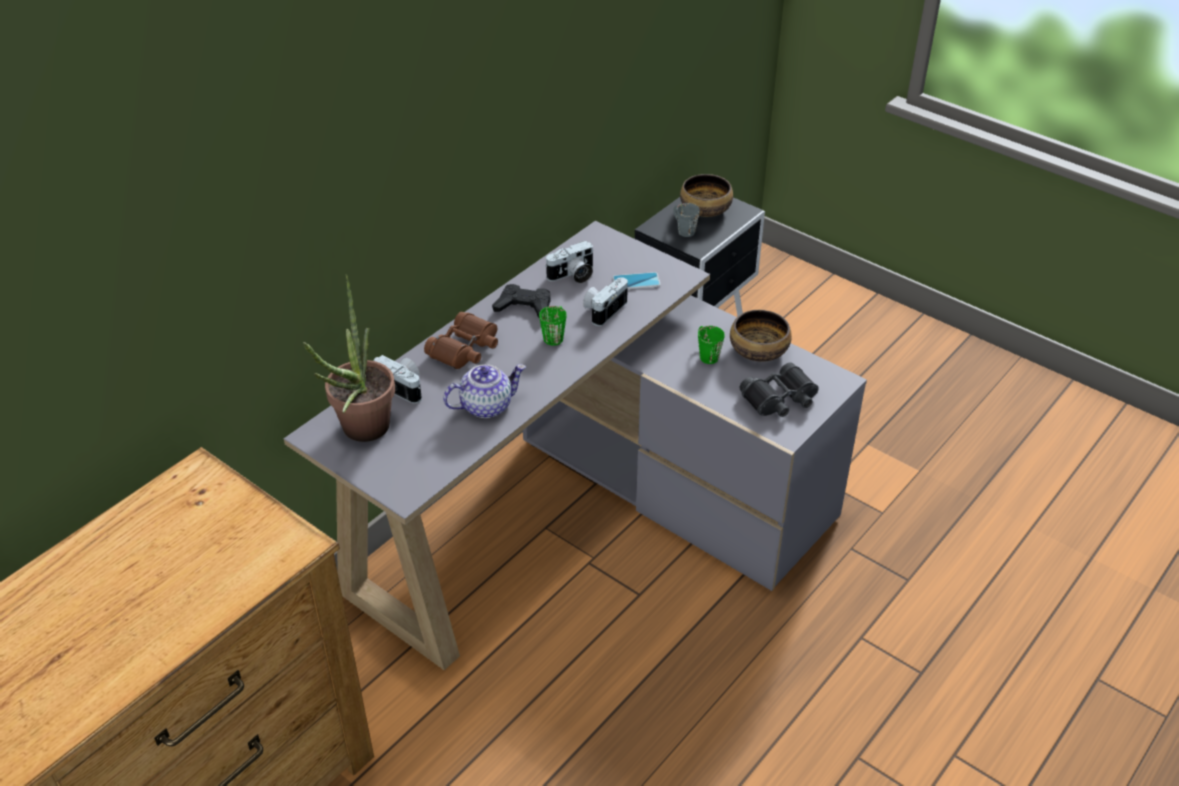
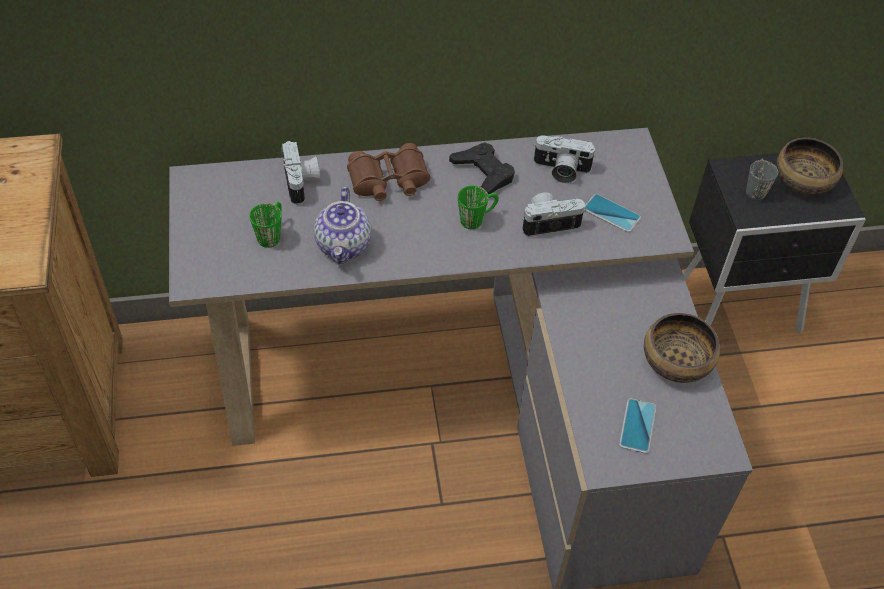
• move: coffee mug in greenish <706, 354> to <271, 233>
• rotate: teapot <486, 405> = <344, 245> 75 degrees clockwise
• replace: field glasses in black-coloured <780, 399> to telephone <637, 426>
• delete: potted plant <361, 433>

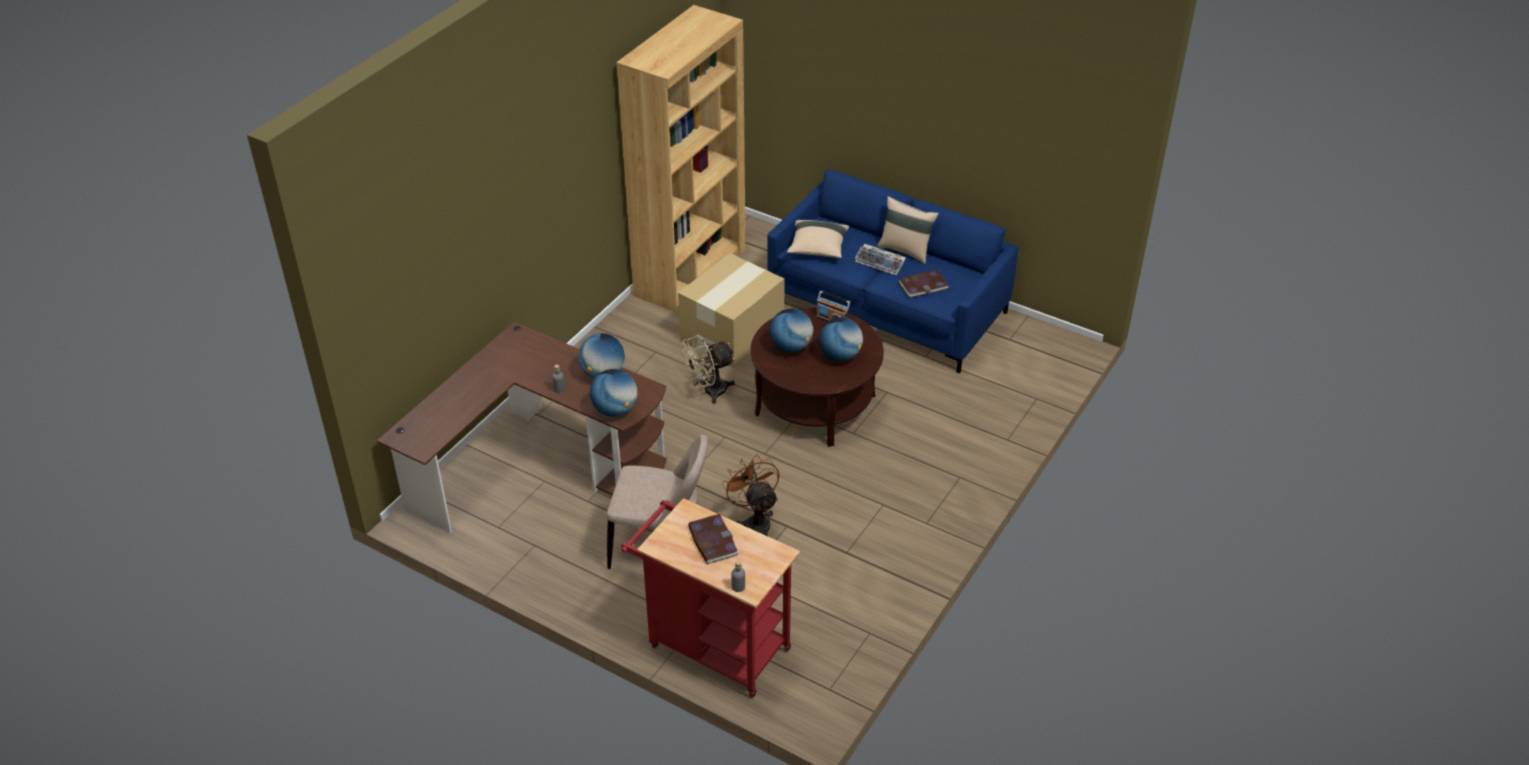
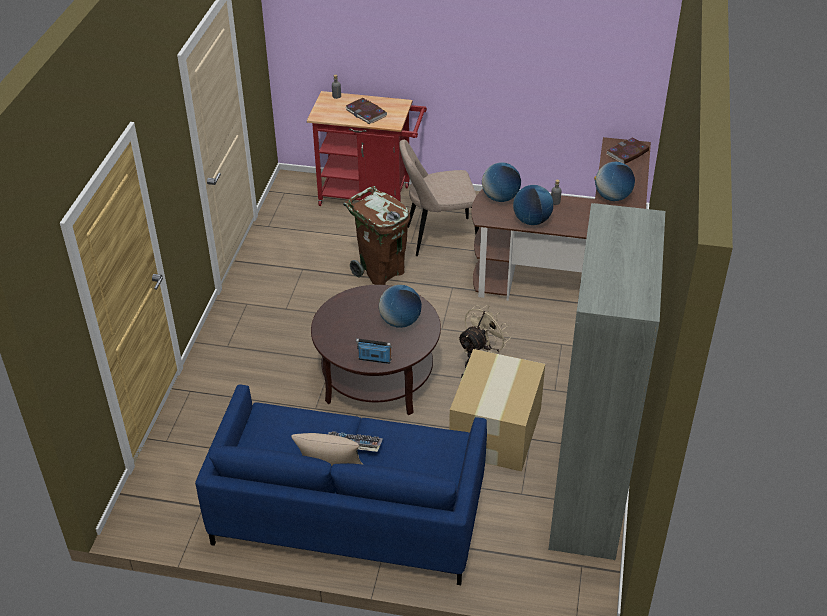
• replace: electric fan in brown <755, 521> to waste bin in brown <381, 272>
• recolor: shelving unit in brown <690, 272> to shelving unit in greyish <587, 497>
• move: desk globe <840, 356> to <612, 197>
• move: volume <923, 285> to <627, 153>
• delete: throw pillow in beige-coloured <817, 248>

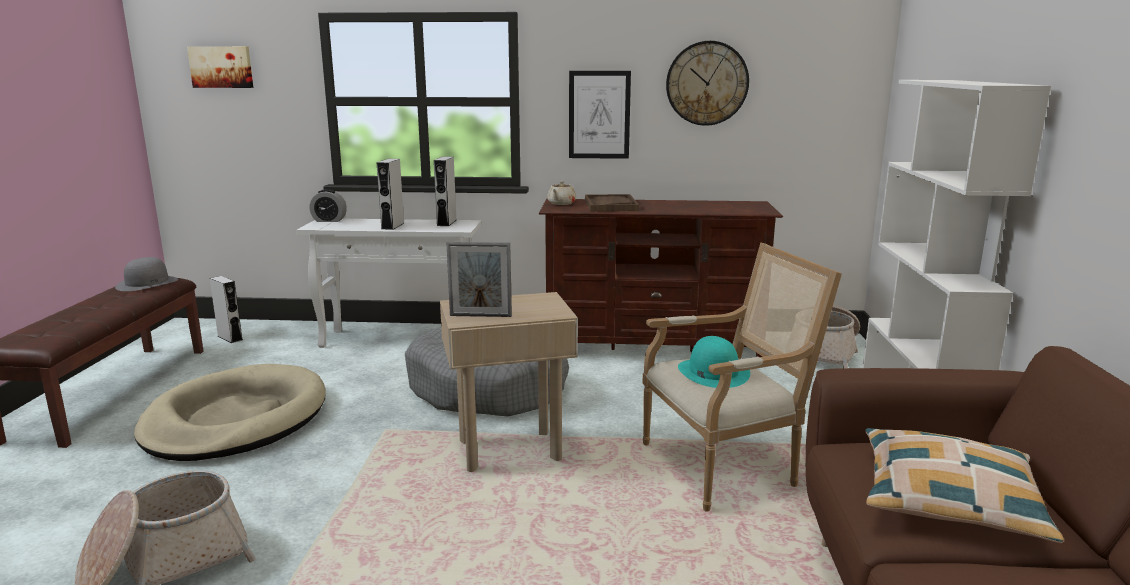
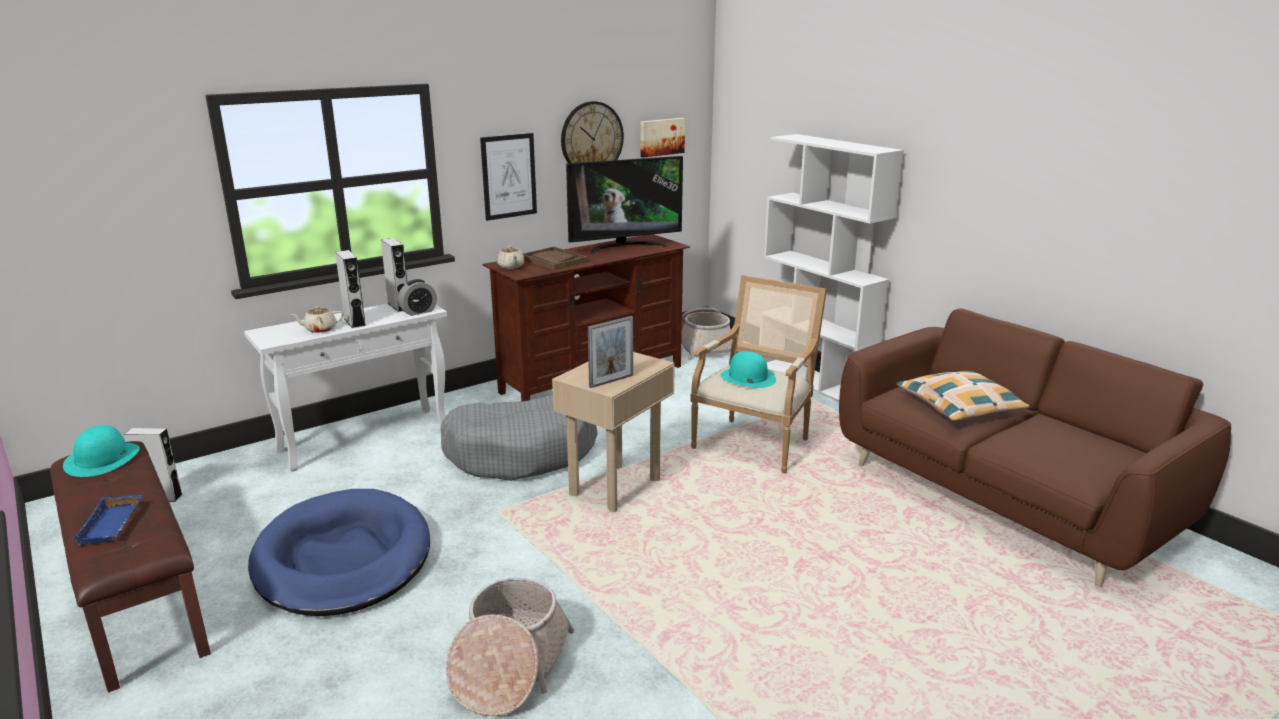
• recolor: wearable hat in greyish <147, 283> to wearable hat in turquoise <102, 459>
• insert: tray in bluish <113, 525>
• recolor: pet bed in beige-coloured <236, 419> to pet bed in bluish <343, 558>
• insert: teapot in beige-coloured <320, 329>
• move: table clock <329, 220> to <418, 312>
• insert: TV <624, 247>
• move: wall picture <221, 67> to <661, 137>

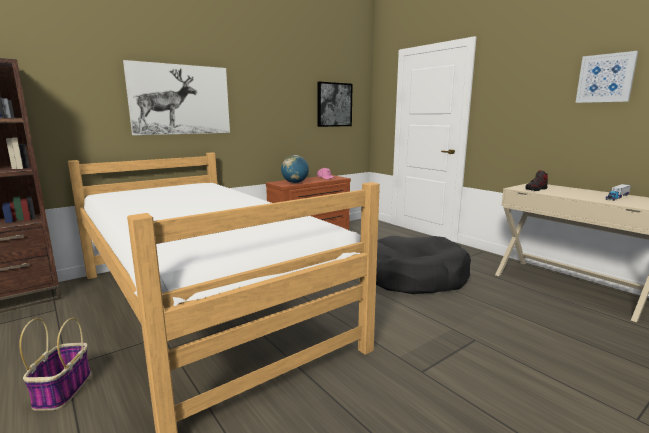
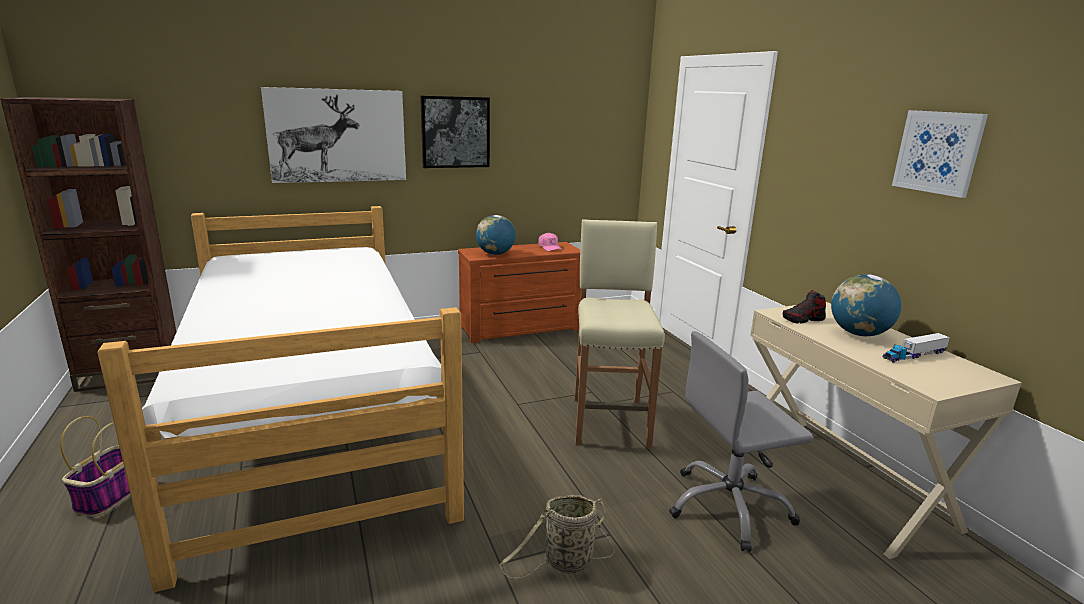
• move: wall picture <334, 104> to <455, 132>
• insert: storage basket <565, 563>
• replace: pet bed in black-coloured <414, 277> to stool seat in beige-coloured <610, 420>
• insert: office chair in greyish <729, 507>
• insert: desk globe <859, 334>

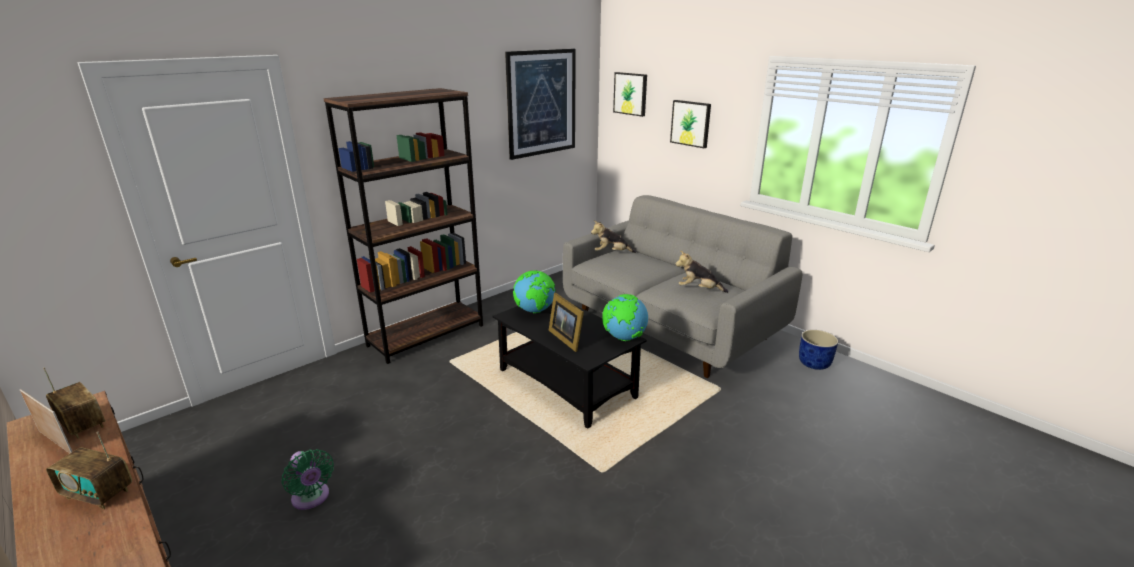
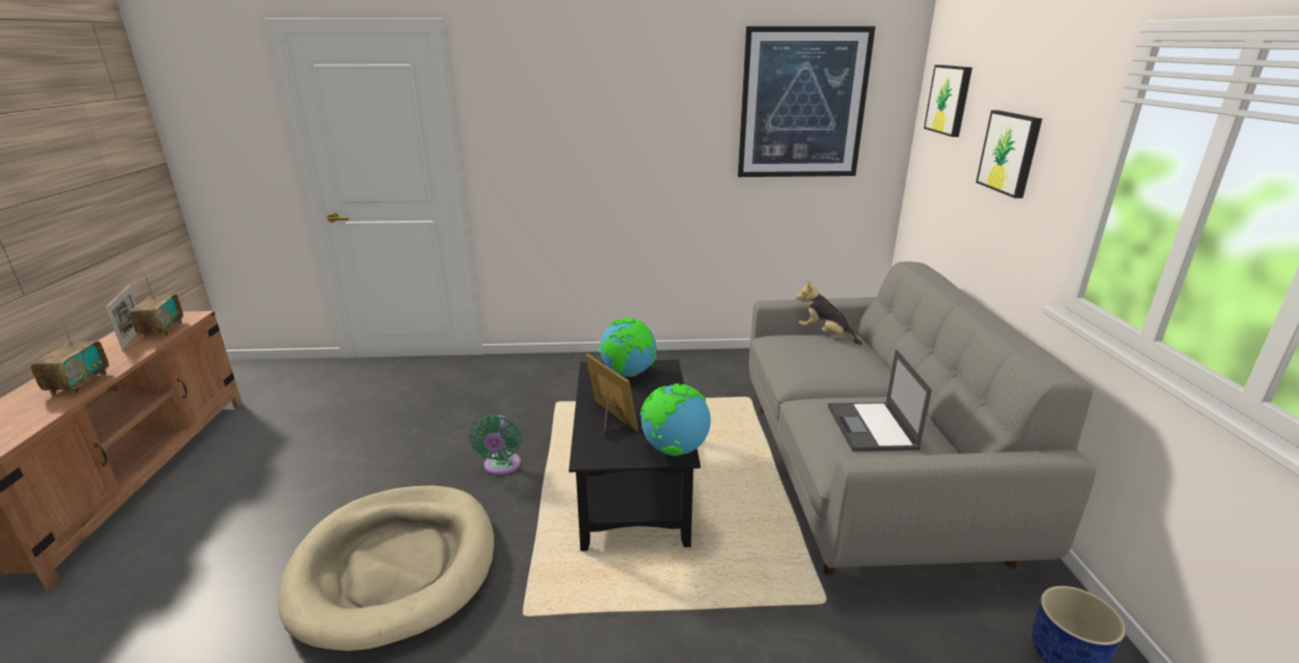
• rotate: radio receiver <99, 494> = <79, 384> 150 degrees counterclockwise
• insert: pet bed in beige-coloured <395, 567>
• move: electric fan in greenish <311, 498> to <501, 467>
• rotate: photo frame <566, 338> = <610, 419> 135 degrees clockwise
• replace: plush toy <698, 289> to laptop <872, 428>
• delete: shelving unit in brown <426, 335>

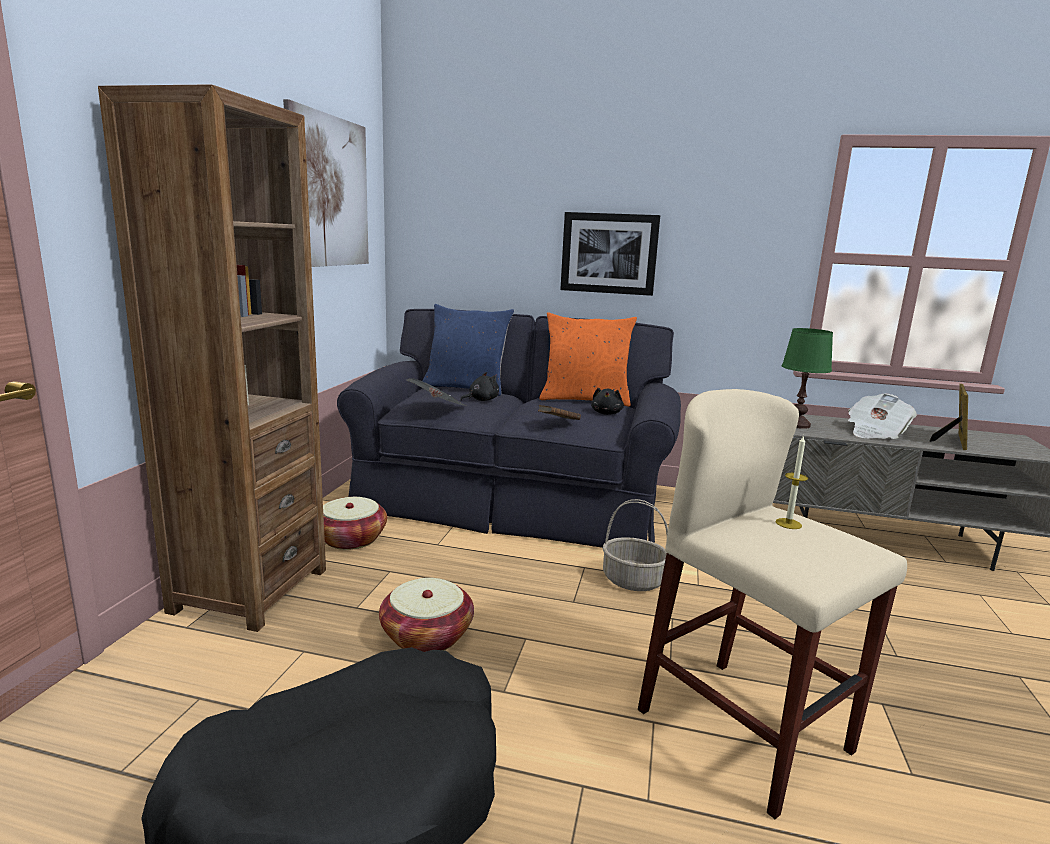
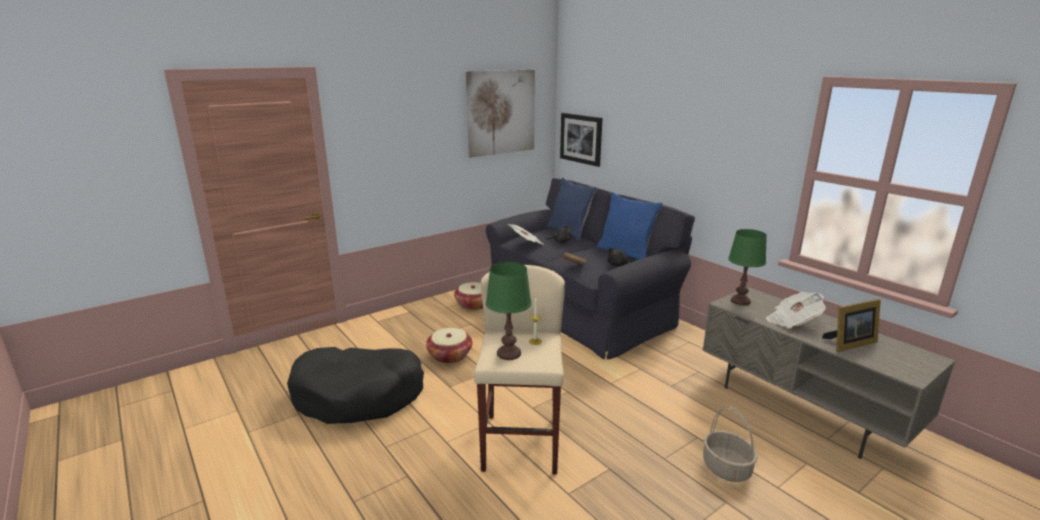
• insert: lamp for a table in greenish <509, 353>
• move: wall picture <609, 253> to <581, 138>
• recolor: throw pillow in orangey <585, 400> to throw pillow in bluish <626, 253>
• move: storage basket <634, 580> to <727, 468>
• delete: shelving unit in brown <250, 590>

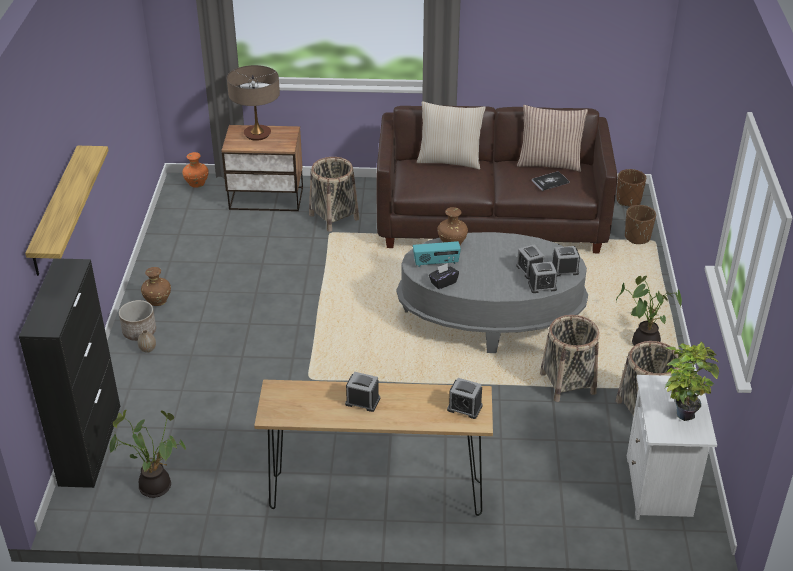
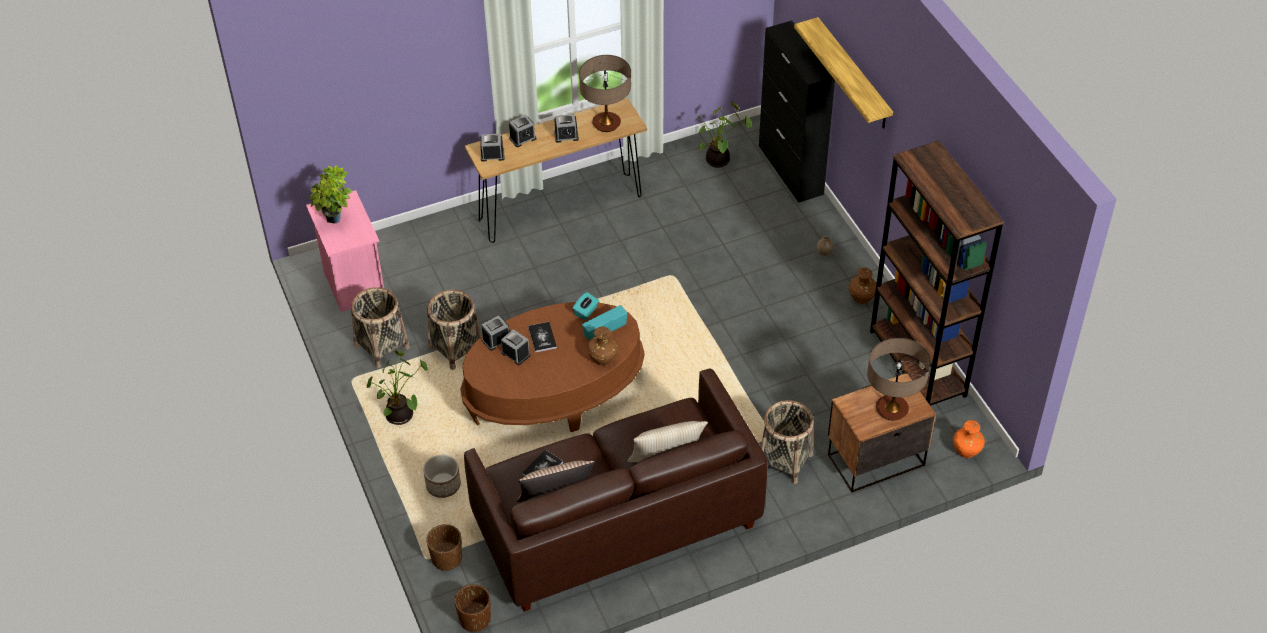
• recolor: night table in whitish <660, 488> to night table in pinkish <353, 285>
• move: plant pot <139, 332> to <443, 485>
• recolor: low table in greyish <490, 318> to low table in brown <554, 392>
• move: table clock <564, 270> to <522, 138>
• insert: volume <542, 337>
• recolor: tissue box in black-coloured <443, 283> to tissue box in turquoise <586, 311>
• insert: lamp for a table <606, 124>
• insert: shelving unit in brown <917, 363>

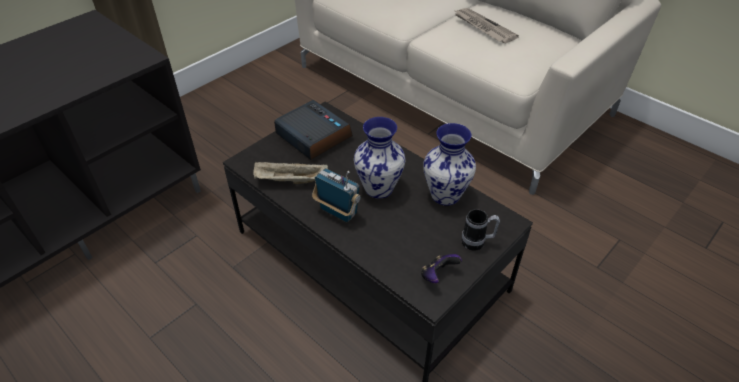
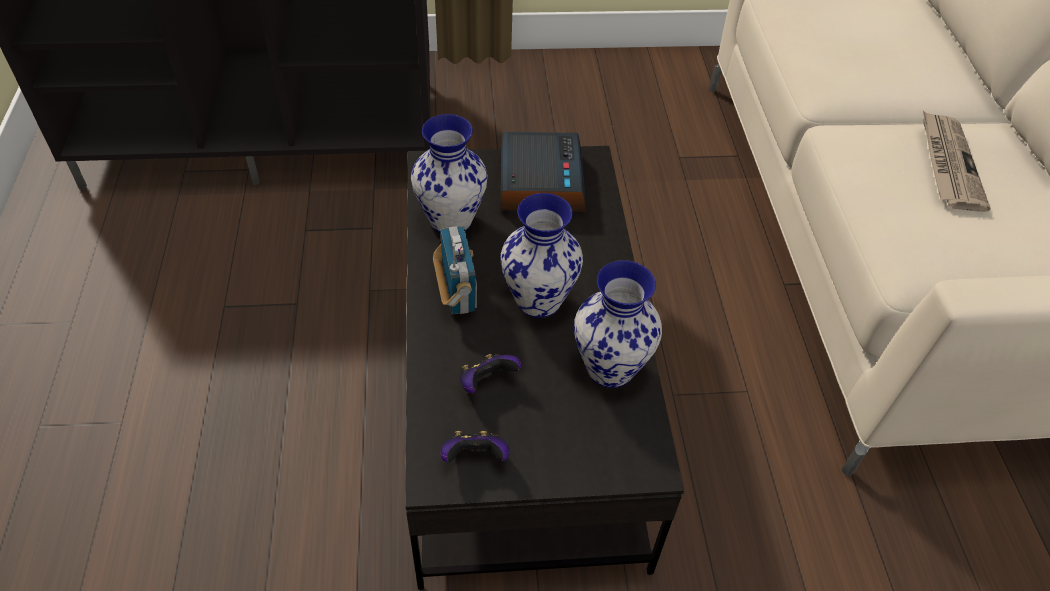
• replace: tray in beige-coloured <290, 181> to flower vase <450, 221>
• insert: joypad <486, 383>
• delete: coffee mug <477, 242>

